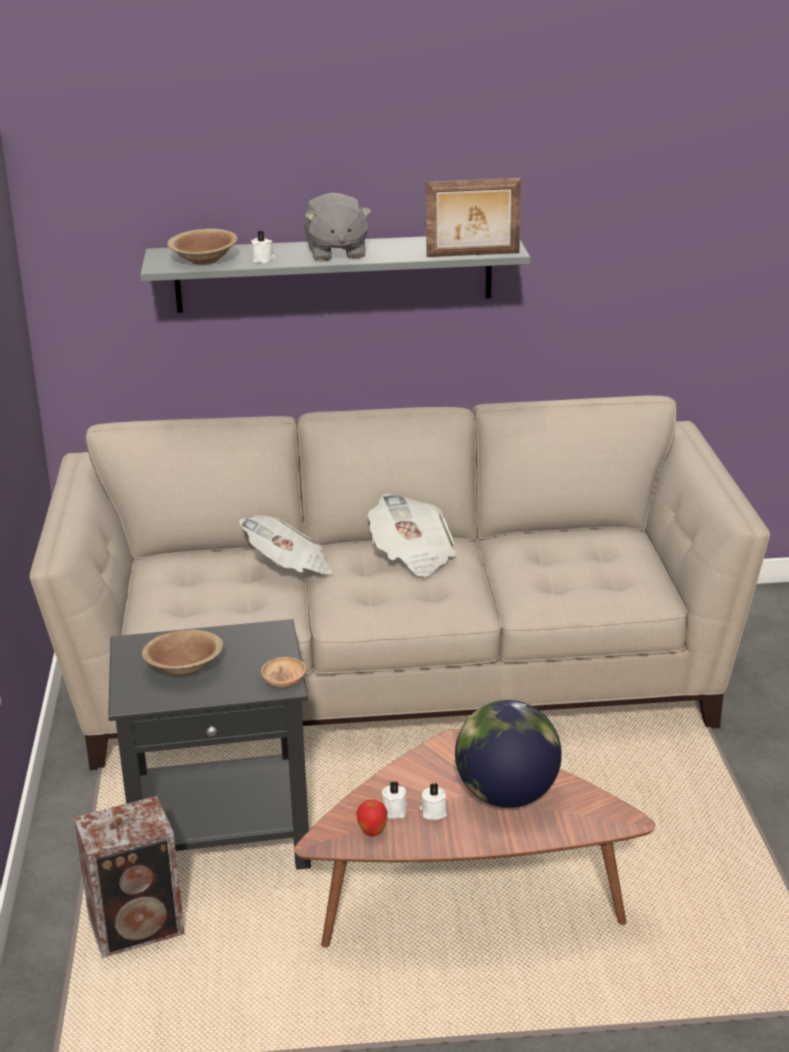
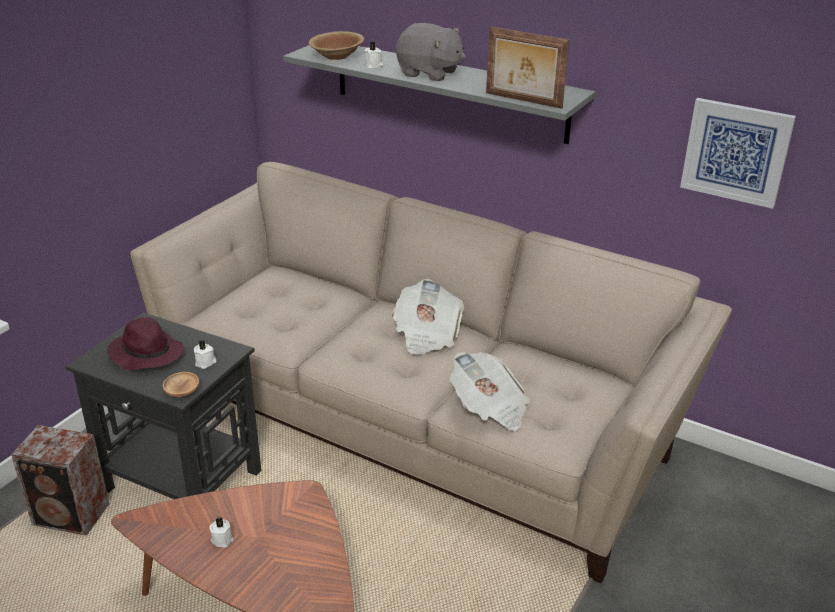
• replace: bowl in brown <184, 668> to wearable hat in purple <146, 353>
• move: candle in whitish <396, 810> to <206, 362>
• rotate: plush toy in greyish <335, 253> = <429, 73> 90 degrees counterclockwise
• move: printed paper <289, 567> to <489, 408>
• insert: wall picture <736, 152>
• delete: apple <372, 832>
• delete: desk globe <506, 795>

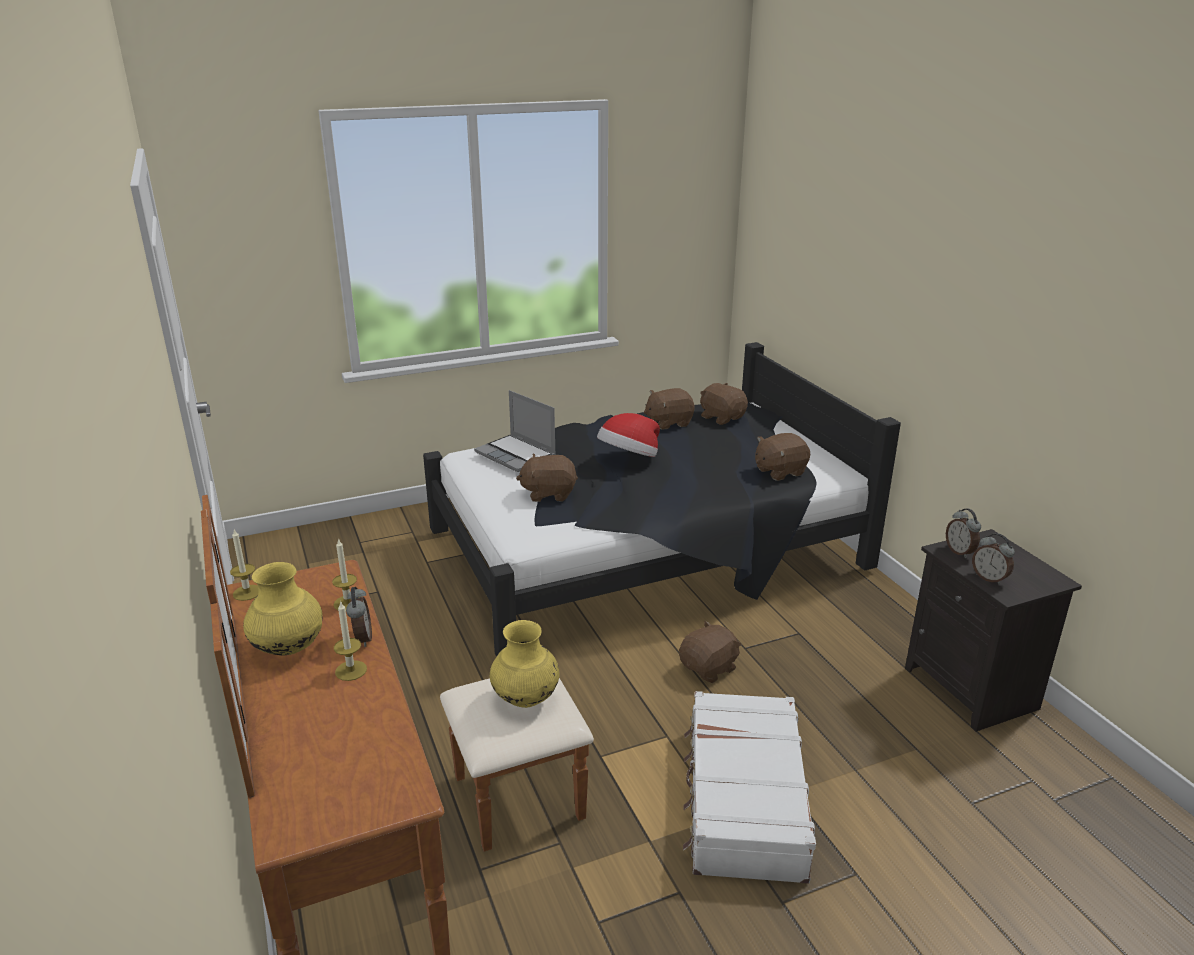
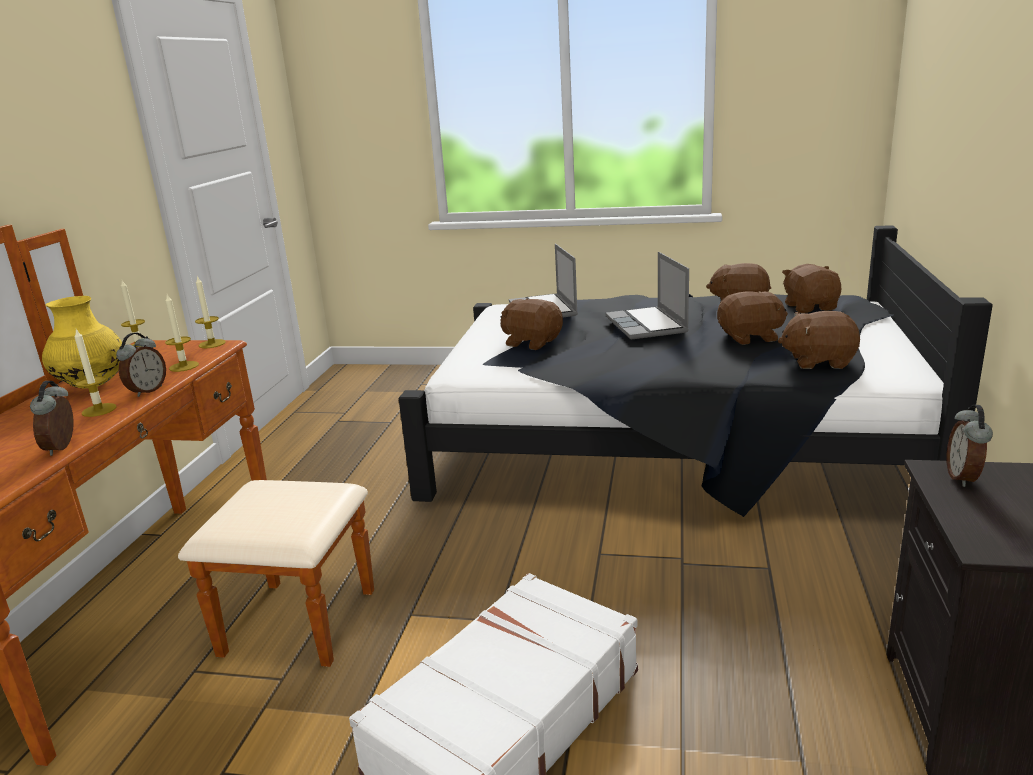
• move: table clock <989, 578> to <63, 448>
• insert: candle <212, 344>
• replace: wearable hat <629, 458> to laptop <647, 325>
• move: plush toy in brown <709, 668> to <750, 337>
• delete: flower vase in yellow <526, 699>

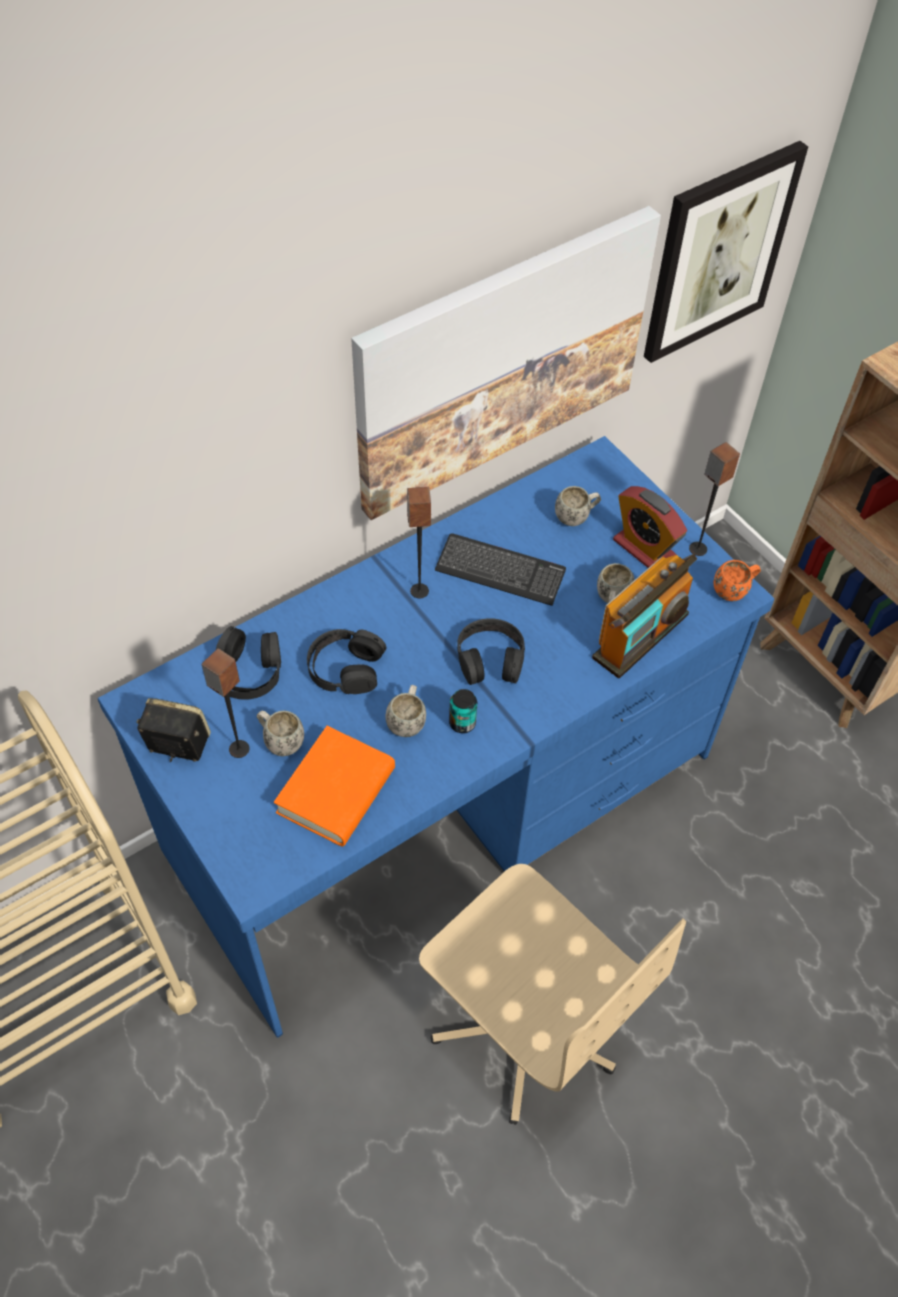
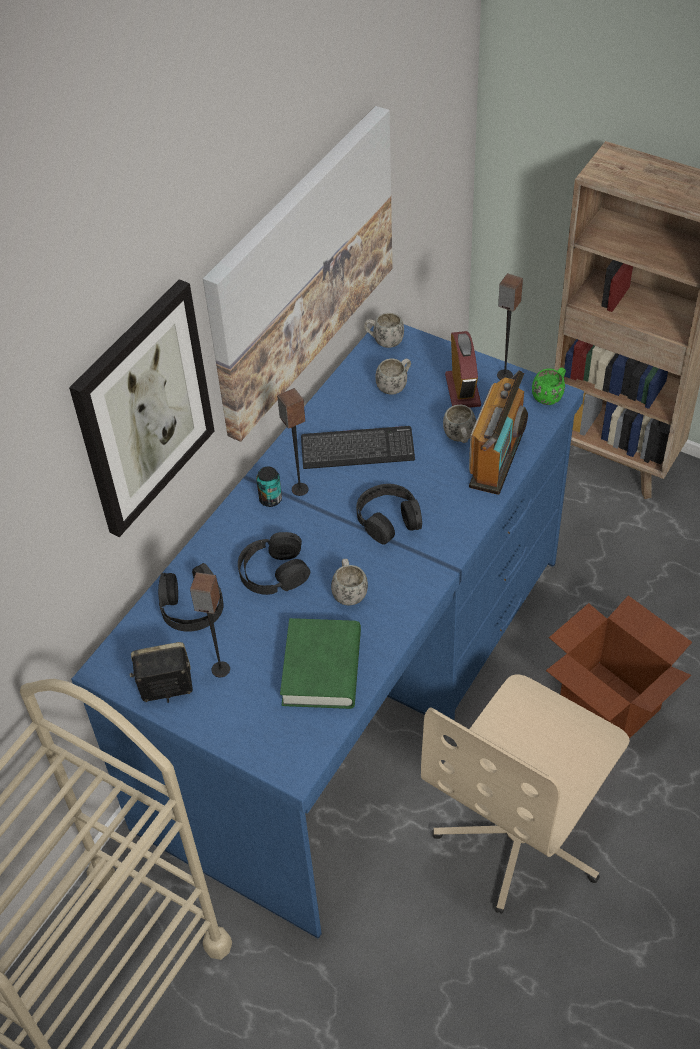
• move: wall picture <718, 253> to <143, 409>
• move: can <462, 723> to <270, 499>
• recolor: volume in orangey <336, 791> to volume in greenish <322, 669>
• move: coffee mug in whitish <280, 741> to <384, 342>
• rotate: office chair in beige-coloured <526, 1026> = <521, 835> 105 degrees clockwise
• rotate: table clock <644, 549> = <462, 390> 120 degrees counterclockwise
• recolor: coffee mug in orangey <734, 590> to coffee mug in greenish <550, 396>
• insert: carton <609, 704>

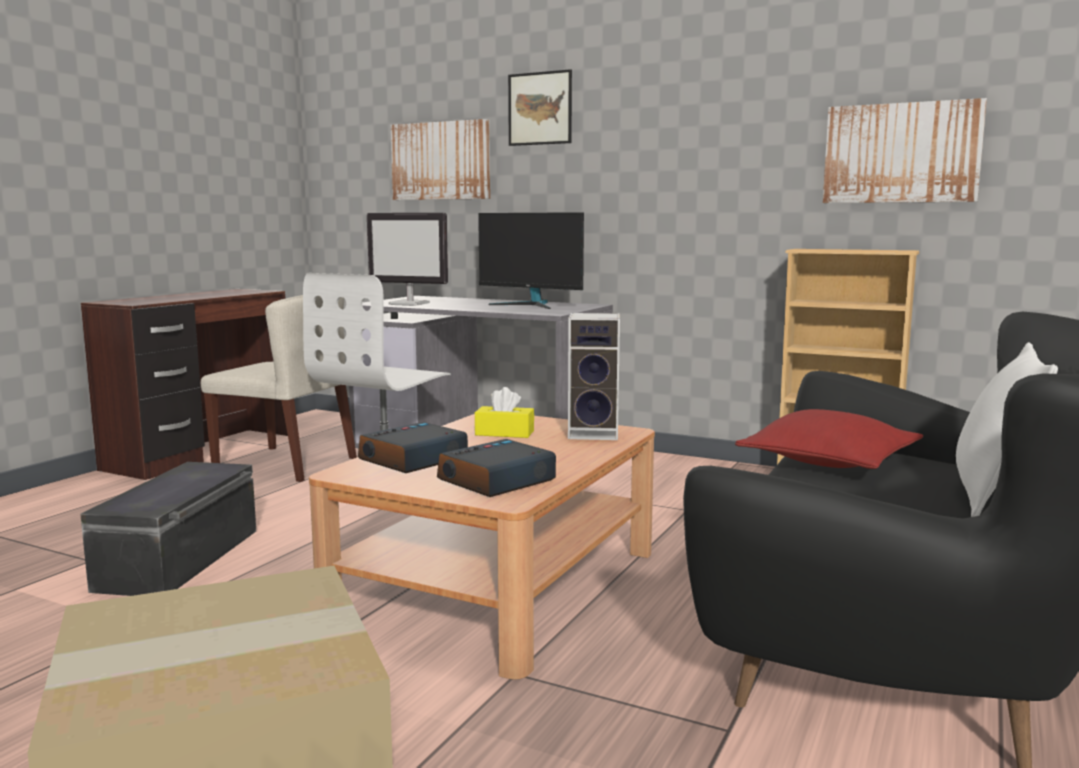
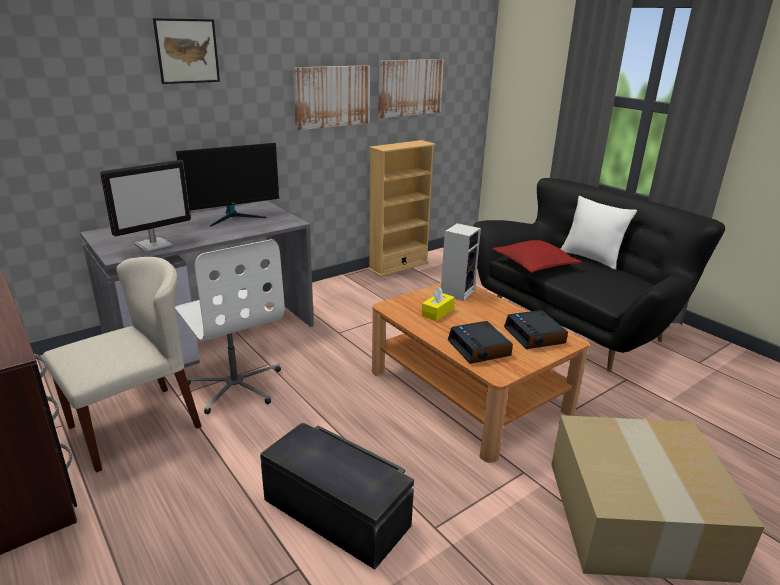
• move: wall picture <441, 161> to <332, 96>

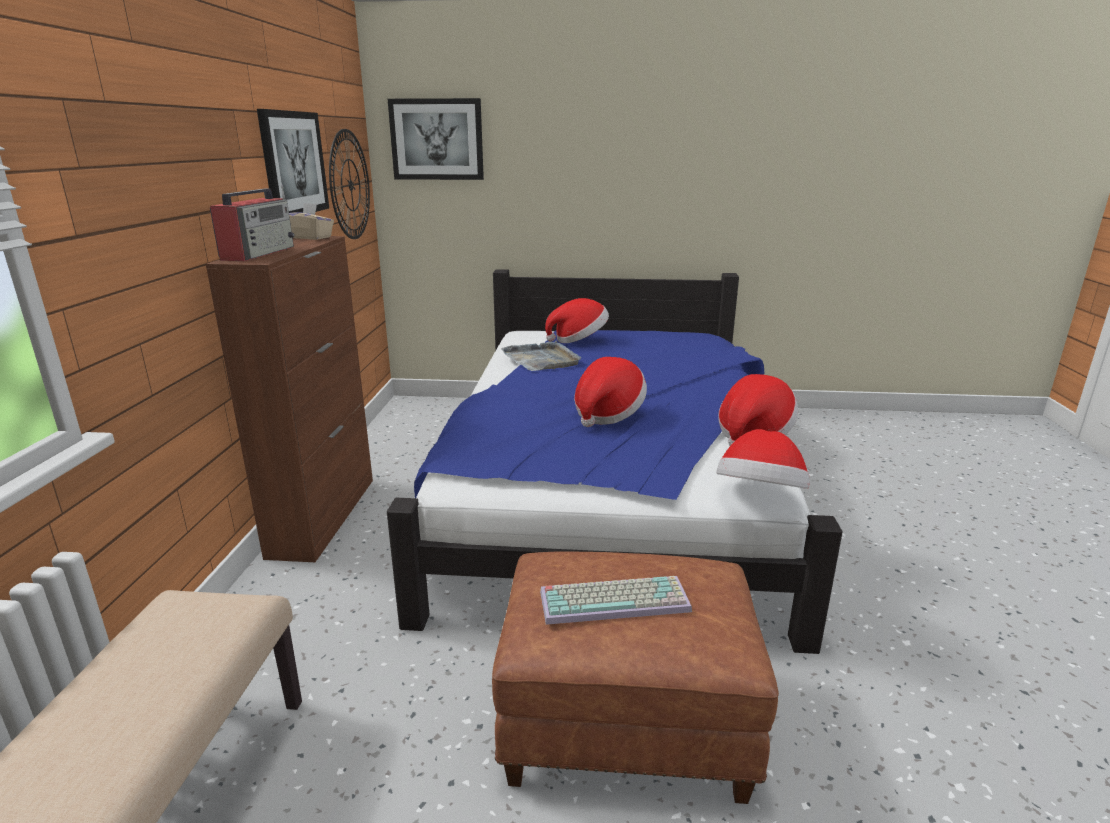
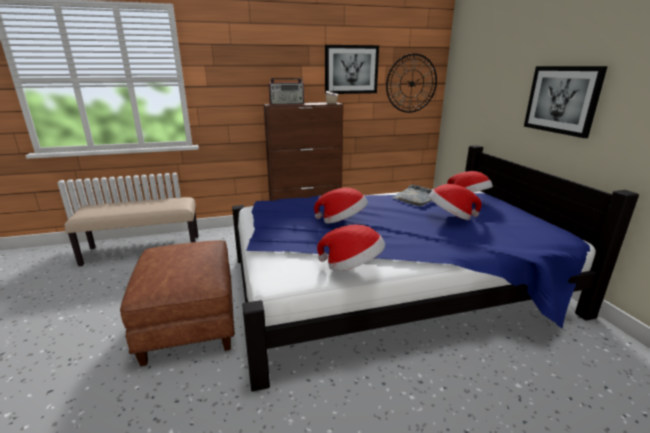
• move: wearable hat <760, 497> to <450, 217>
• move: wall picture <437, 139> to <562, 100>
• delete: computer keyboard <615, 599>

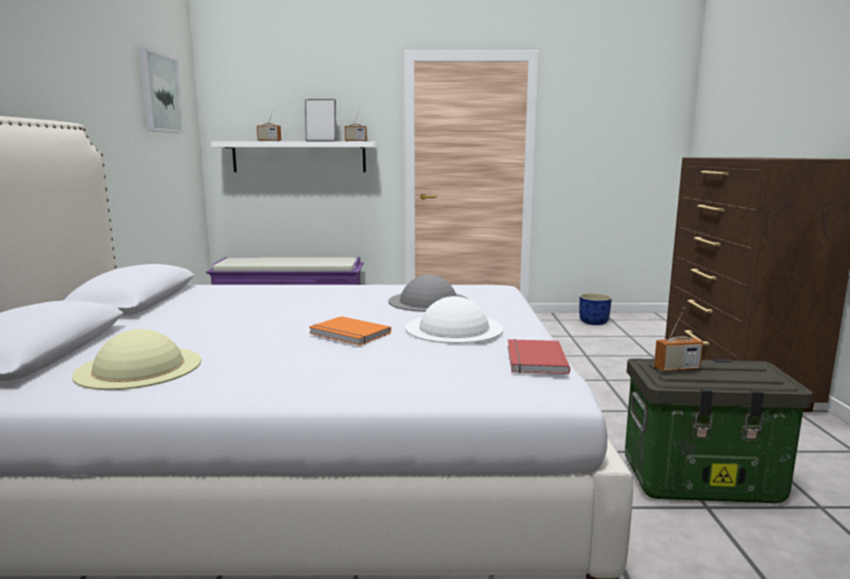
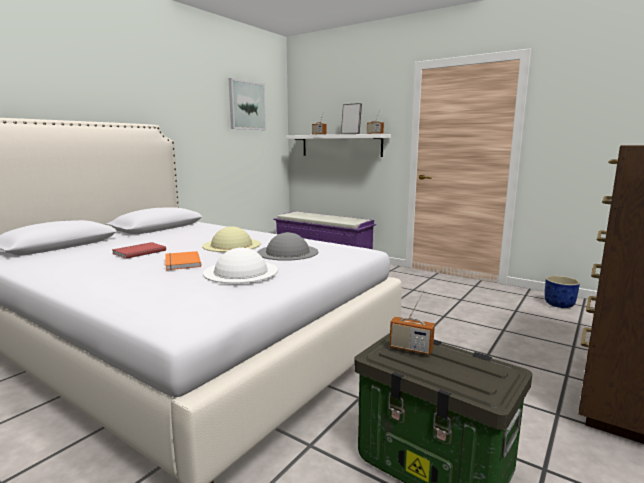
• move: volume in red <533, 360> to <138, 252>
• move: wearable hat in beige-coloured <139, 367> to <231, 245>

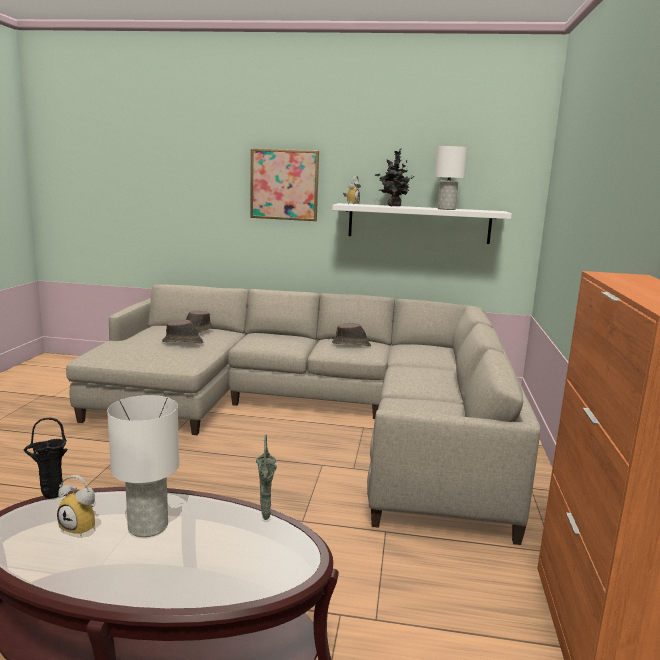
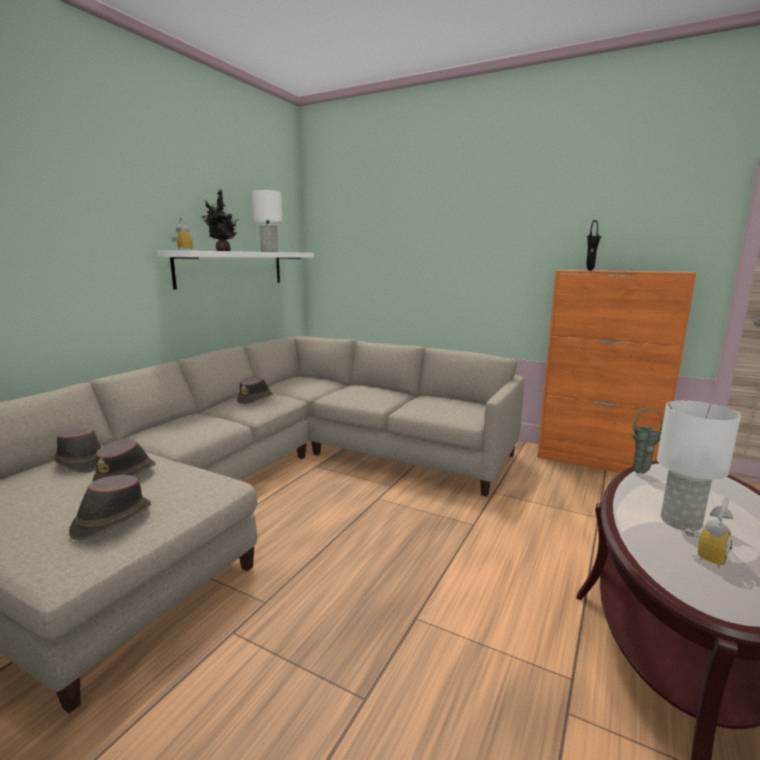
• insert: wearable hat in brown <111, 520>
• move: flower vase in black-coloured <50, 498> to <590, 270>
• delete: wall picture <284, 184>

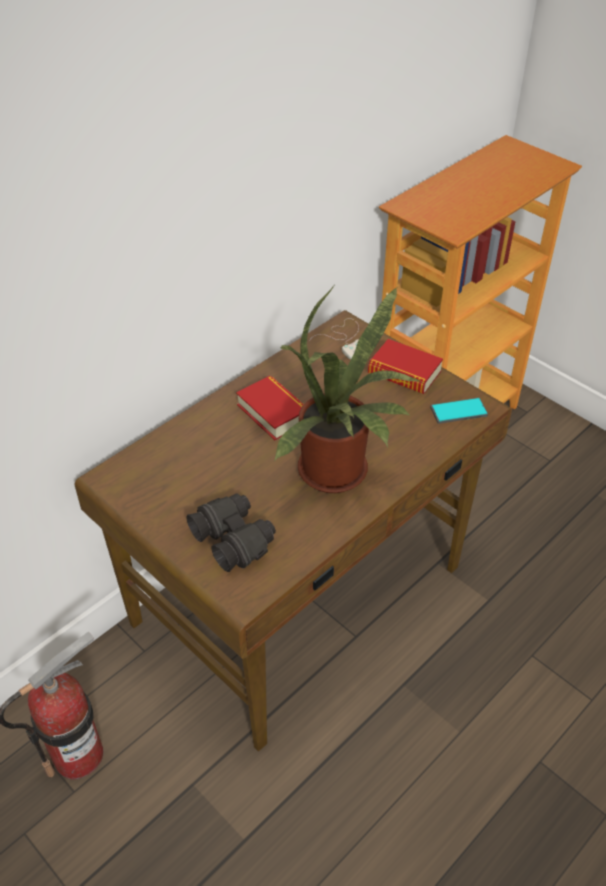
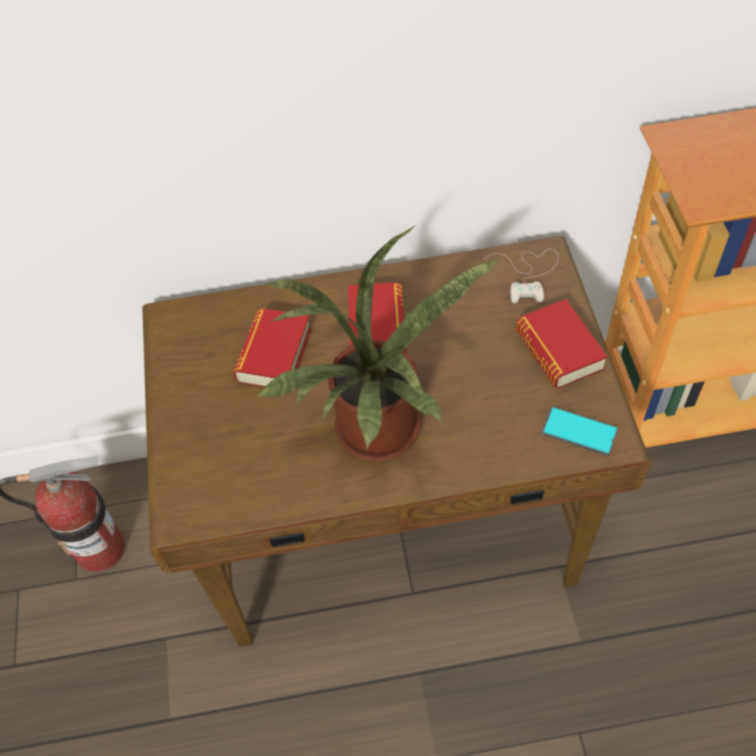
• insert: volume <274, 355>
• delete: field glasses in black-coloured <233, 539>

